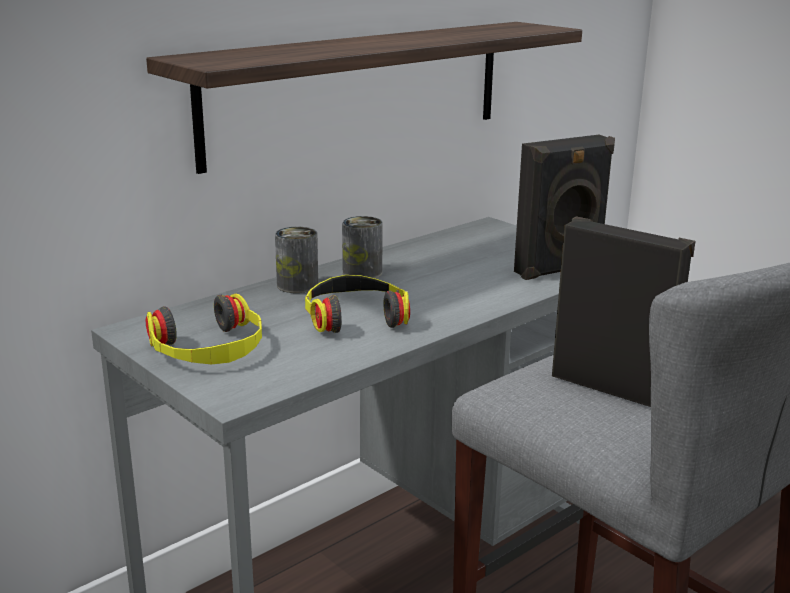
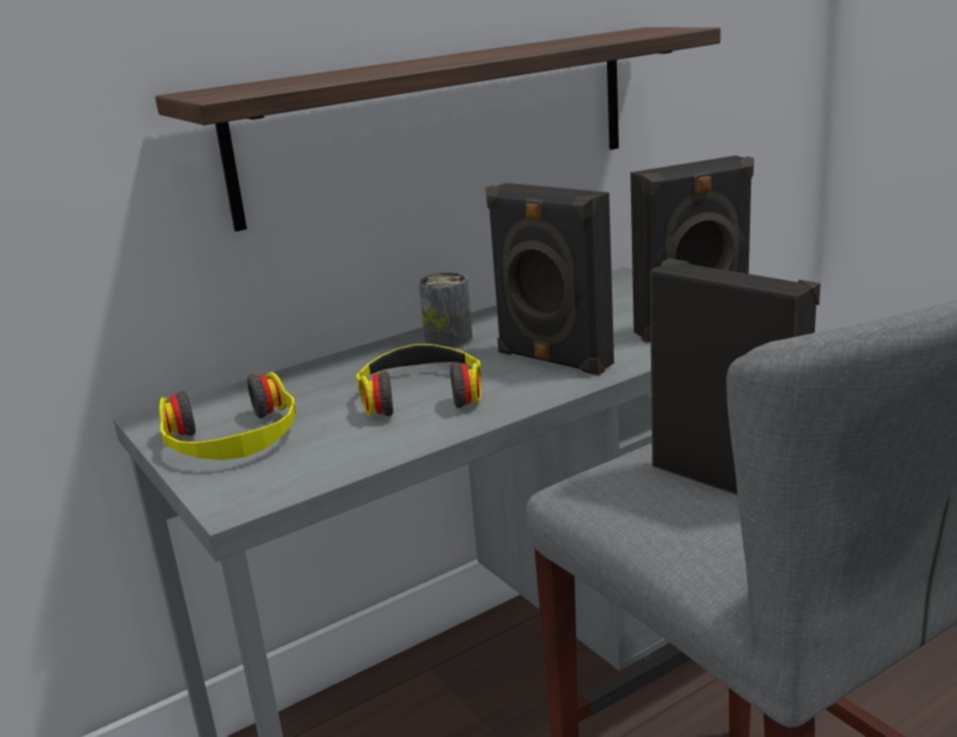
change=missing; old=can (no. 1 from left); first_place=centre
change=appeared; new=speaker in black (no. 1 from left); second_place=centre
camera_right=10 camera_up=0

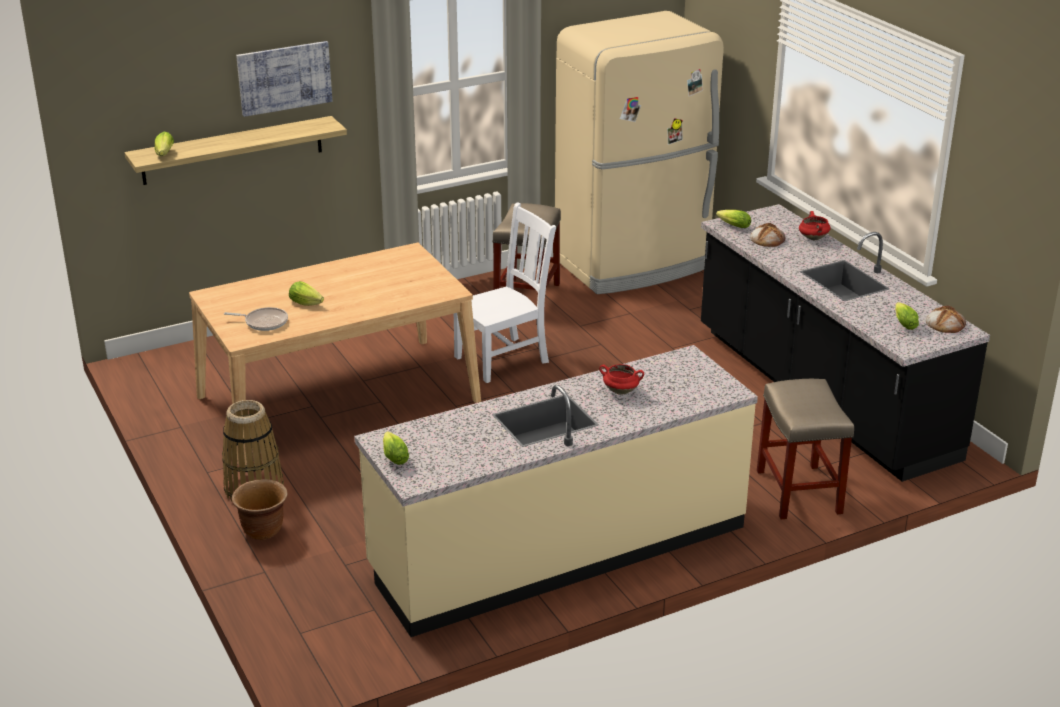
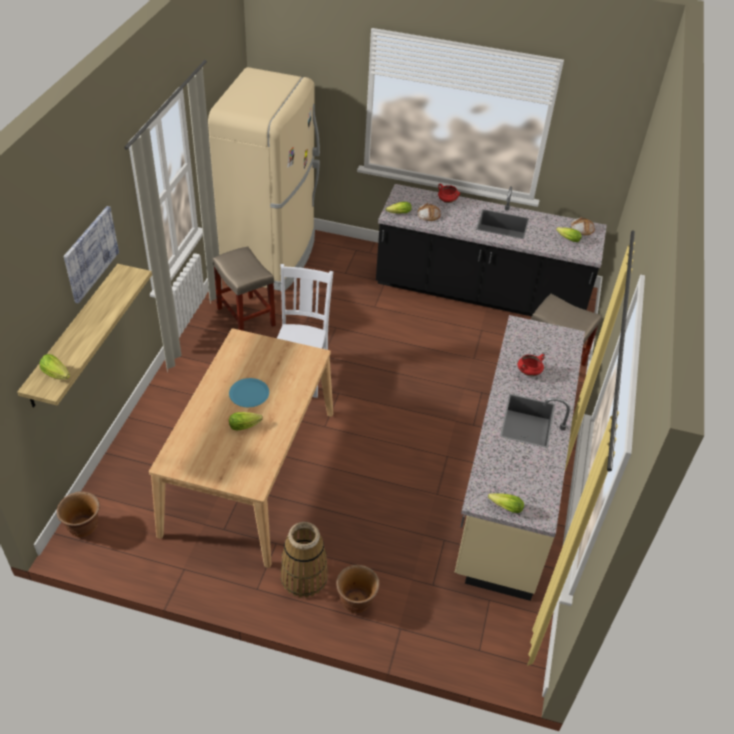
change=missing; old=frying pan; first_place=middle left
change=appeared; new=plate in blue; second_place=centre
change=appeared; new=planter in brown (no. 1 from left); second_place=bottom left
camera_right=-50 camera_up=15

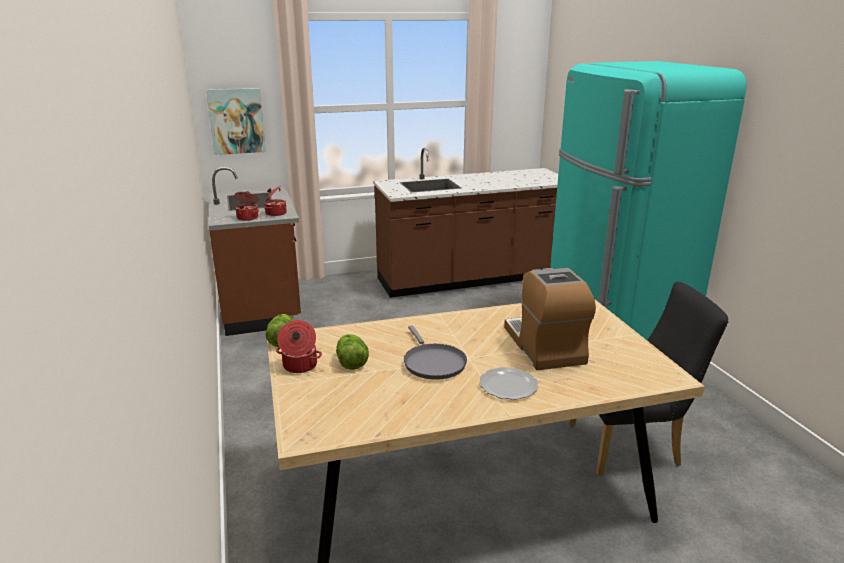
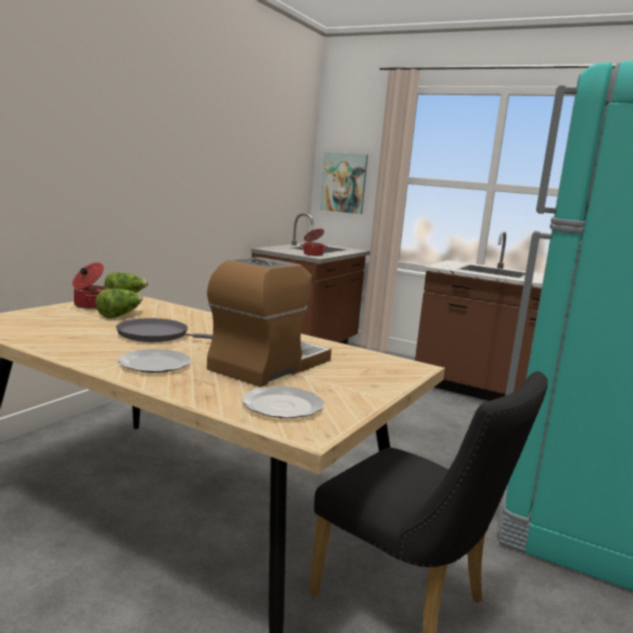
change=missing; old=cooking pot (no. 1 from left); first_place=middle left
change=spun; old=frying pan in grey; first_place=centre; second_place=middle left; degrees=75
change=appeared; new=plate (no. 2 from left); second_place=centre
camera_right=45 camera_up=-10

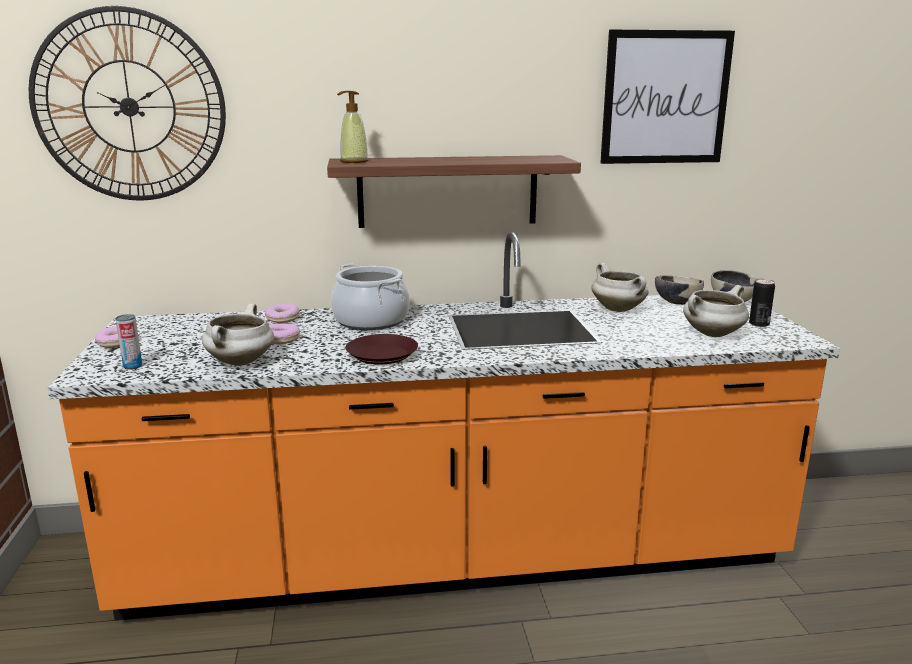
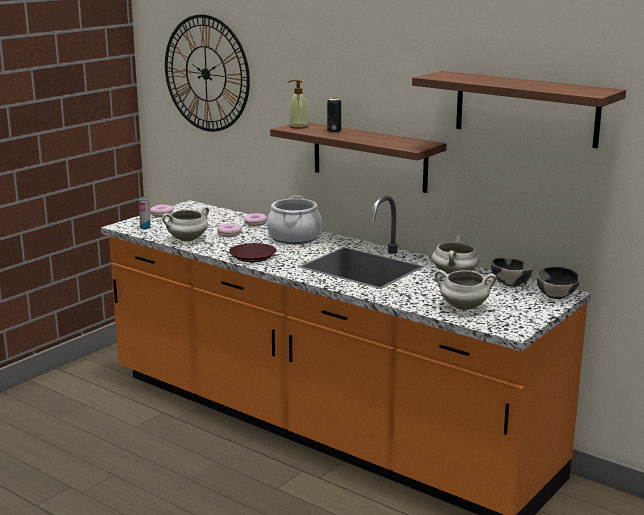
change=exchanged; old=picture; new=shelf (no. 2 from left); first_place=top right; second_place=top right
change=relocated; old=can (no. 2 from left); first_place=middle right; second_place=top centre
camera_right=45 camera_up=0

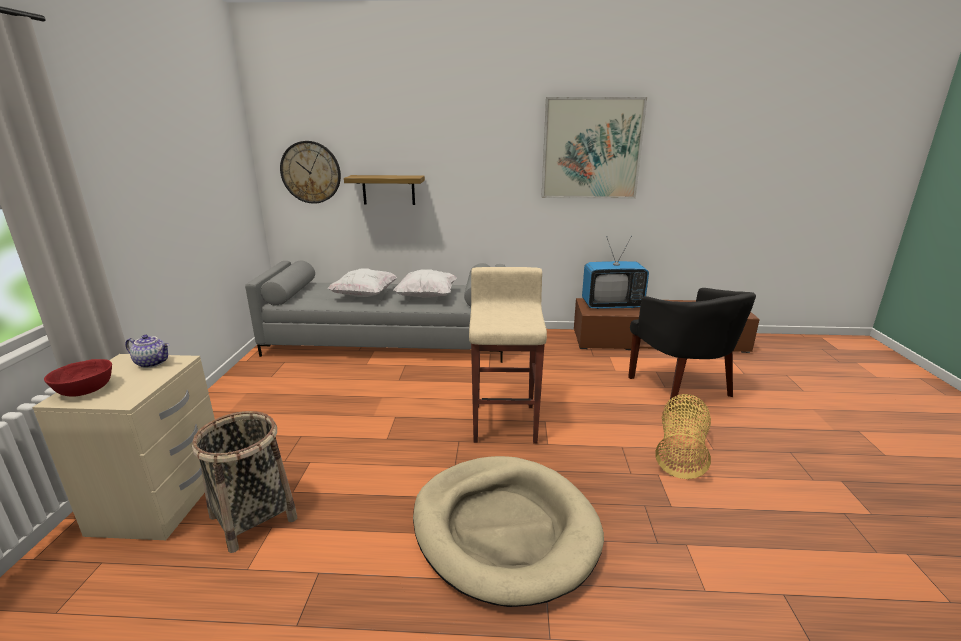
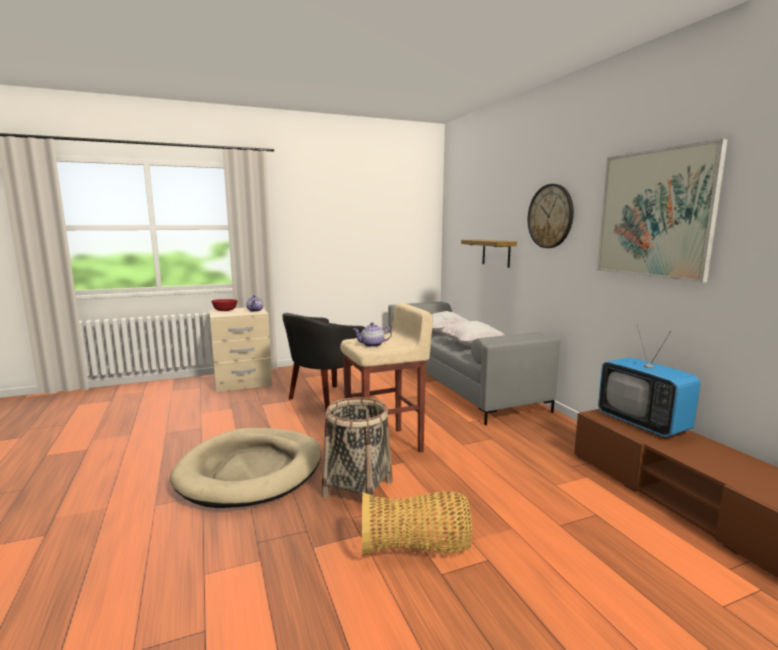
change=relocated; old=wall clock; first_place=top left; second_place=top right
change=relocated; old=armchair in black; first_place=middle right; second_place=centre
change=relocated; old=basket (no. 1 from left); first_place=bottom left; second_place=bottom centre
change=appeared; new=teapot (no. 2 from left); second_place=centre
camera_right=65 camera_up=-10

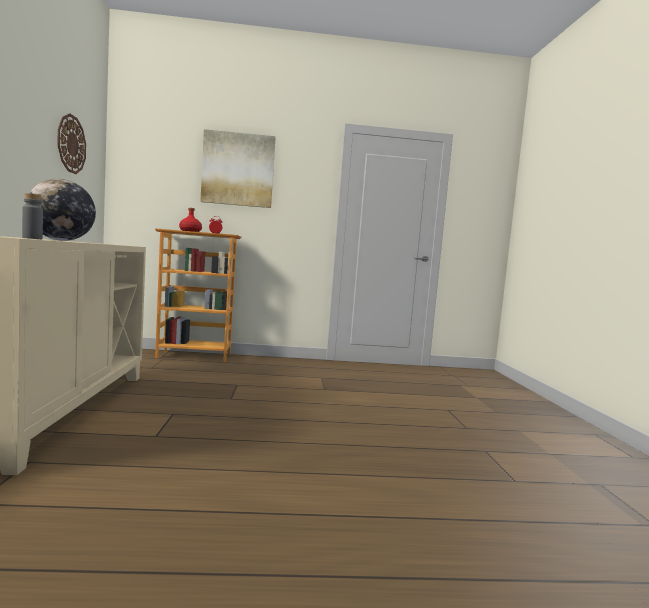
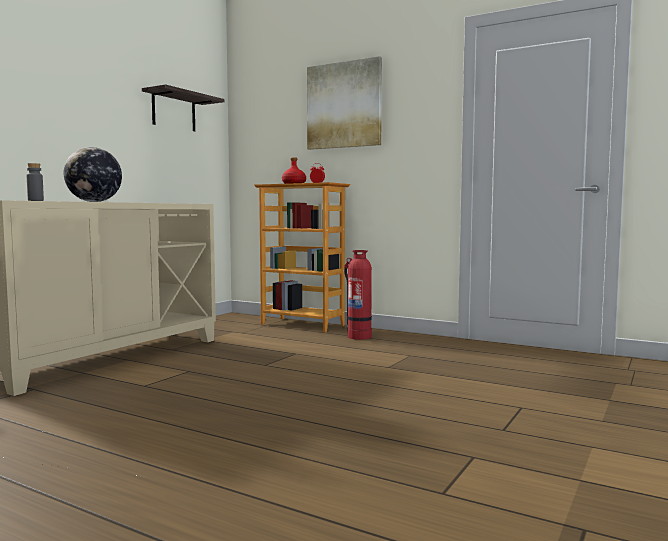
change=exchanged; old=wall clock; new=shelf; first_place=top left; second_place=top left
change=appeared; new=fire extinguisher; second_place=centre
camera_right=35 camera_up=0

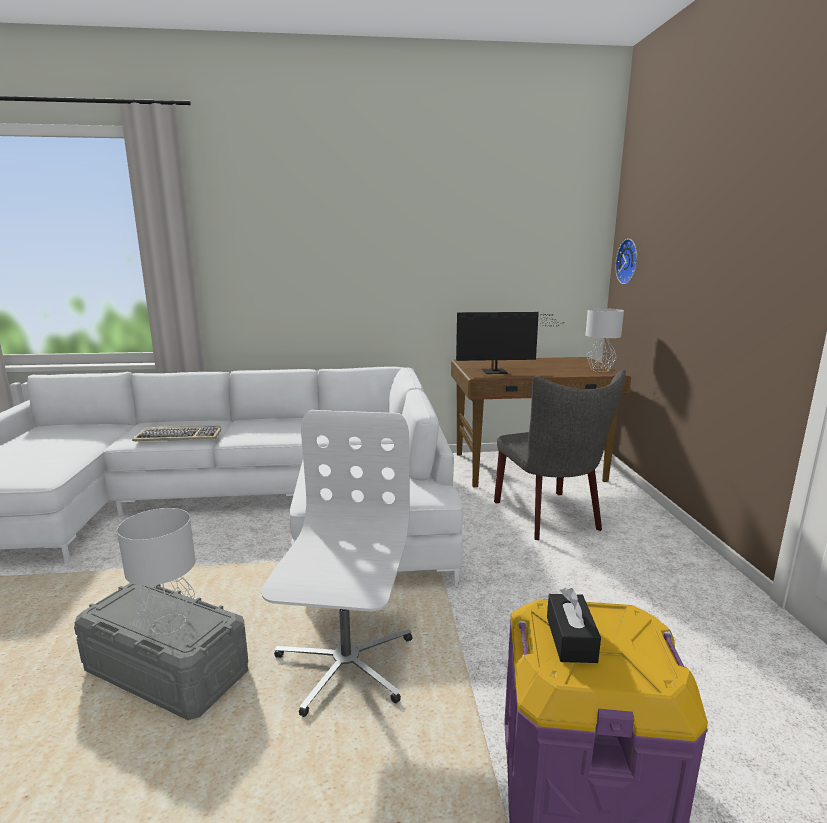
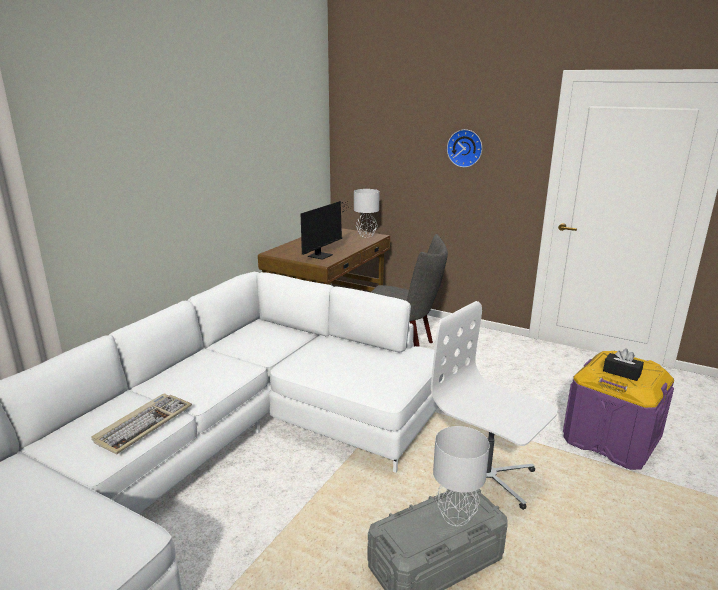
change=relocated; old=wall clock; first_place=top right; second_place=top centre
camera_right=-55 camera_up=5

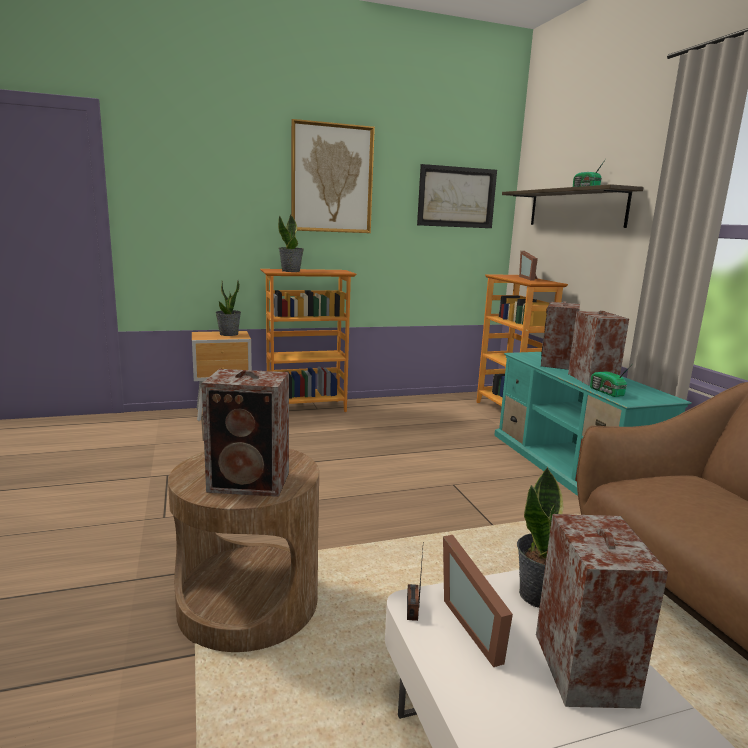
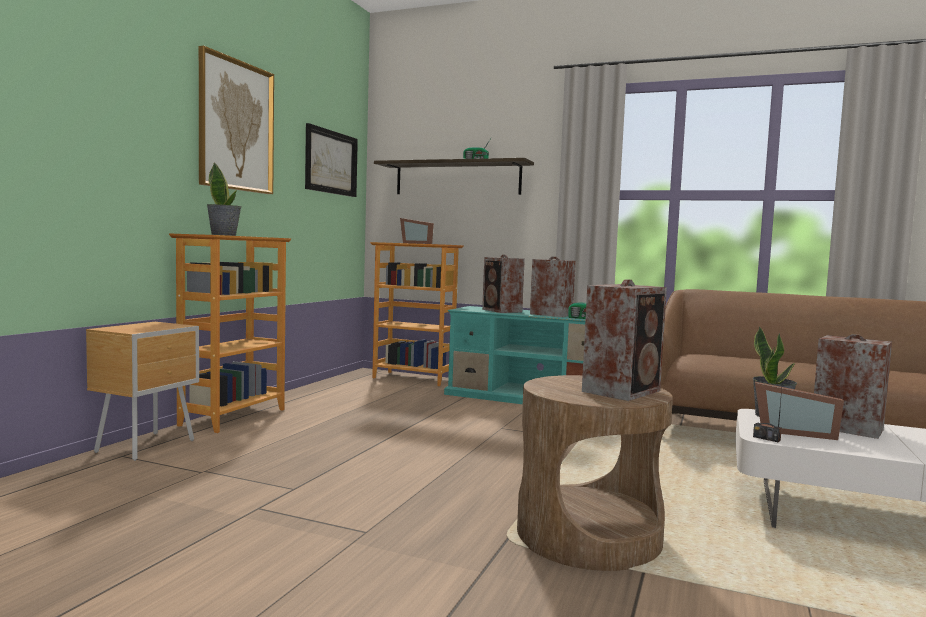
change=missing; old=potted plant (no. 1 from left); first_place=middle left
camera_right=-50 camera_up=-10

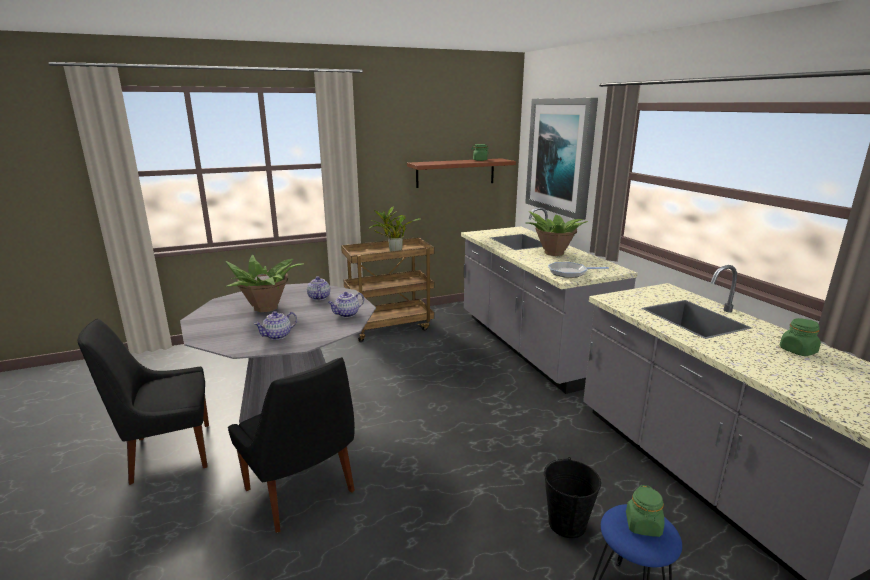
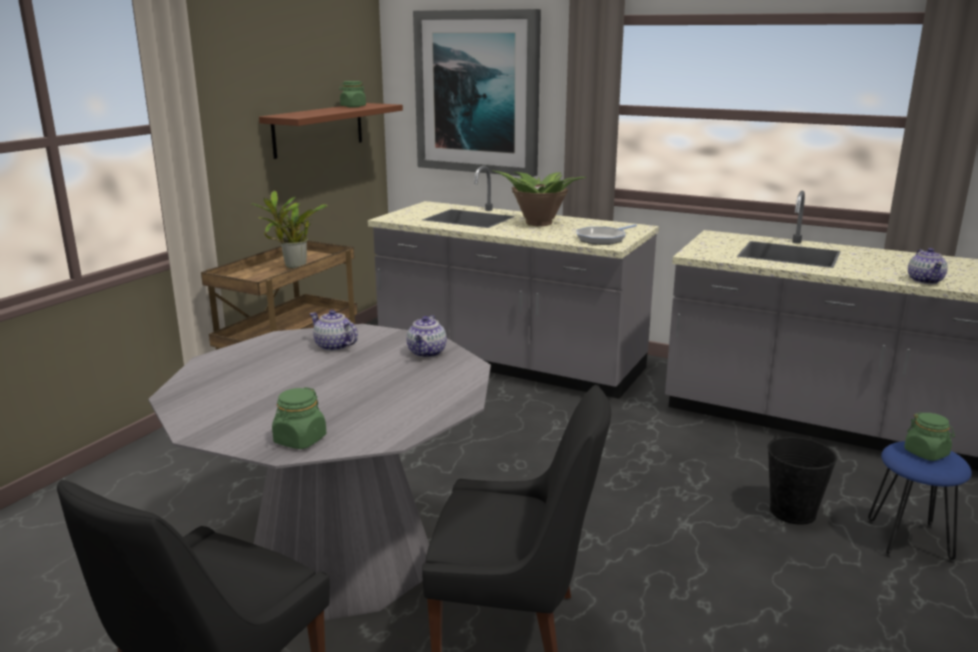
change=missing; old=potted plant (no. 1 from left); first_place=middle left
change=relocated; old=teapot (no. 1 from left in the first image); new=teapot (no. 3 from left); first_place=middle left; second_place=middle right
change=relocated; old=jar in green (no. 3 from left in the first image); new=jar in green (no. 1 from left); first_place=middle right; second_place=middle left
camera_right=-40 camera_up=0

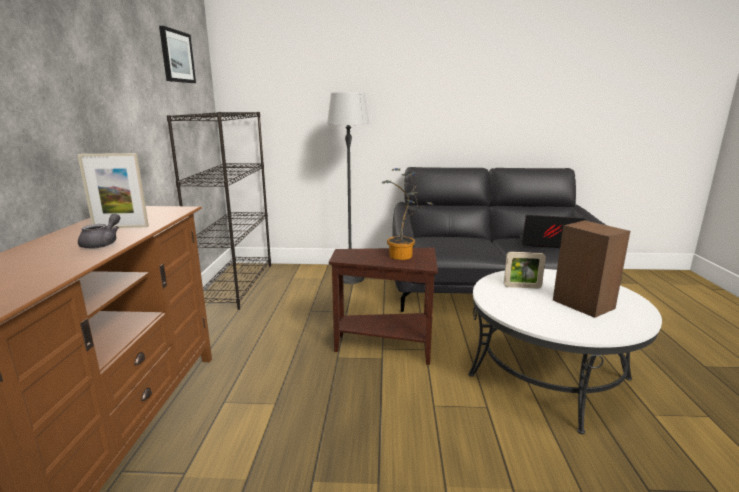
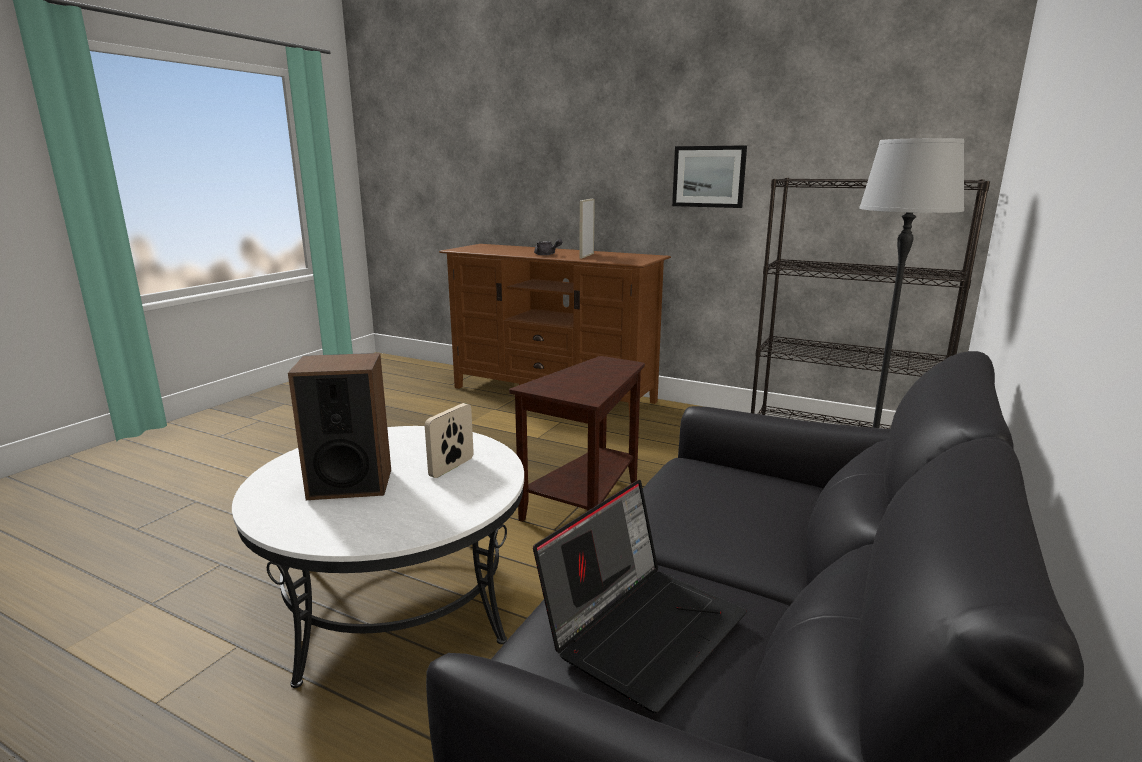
change=relocated; old=picture; first_place=top left; second_place=top centre
change=missing; old=potted plant; first_place=centre
camera_right=115 camera_up=0

